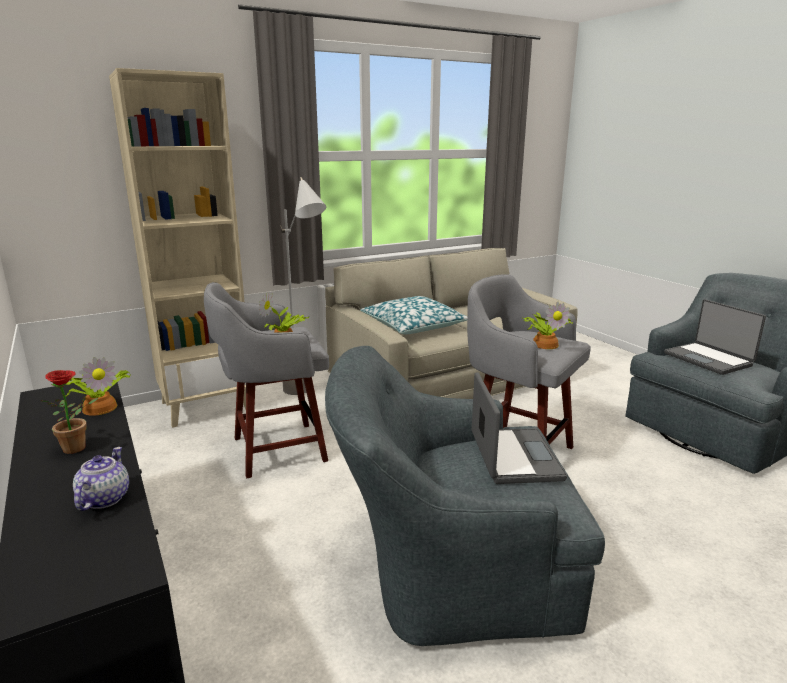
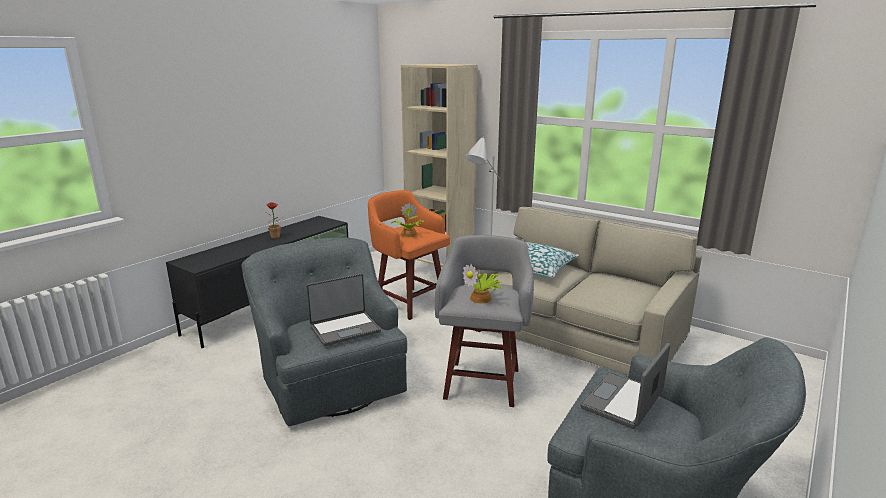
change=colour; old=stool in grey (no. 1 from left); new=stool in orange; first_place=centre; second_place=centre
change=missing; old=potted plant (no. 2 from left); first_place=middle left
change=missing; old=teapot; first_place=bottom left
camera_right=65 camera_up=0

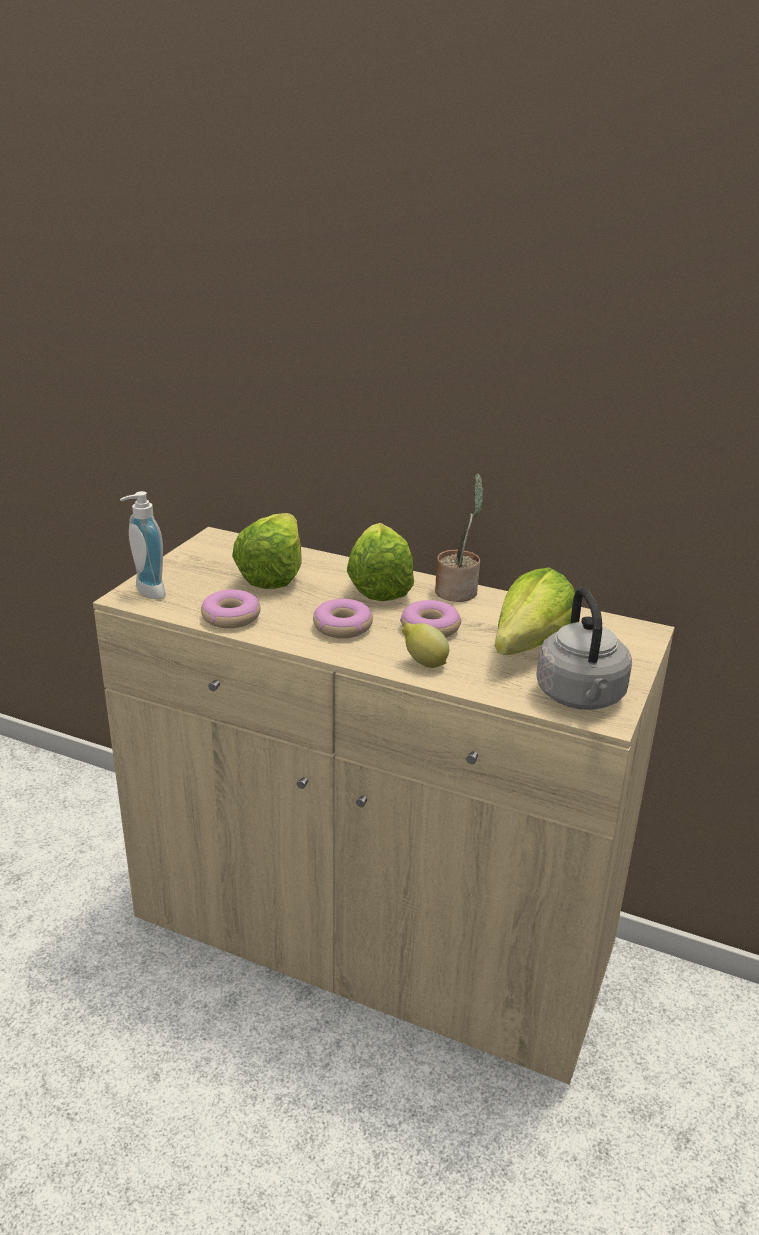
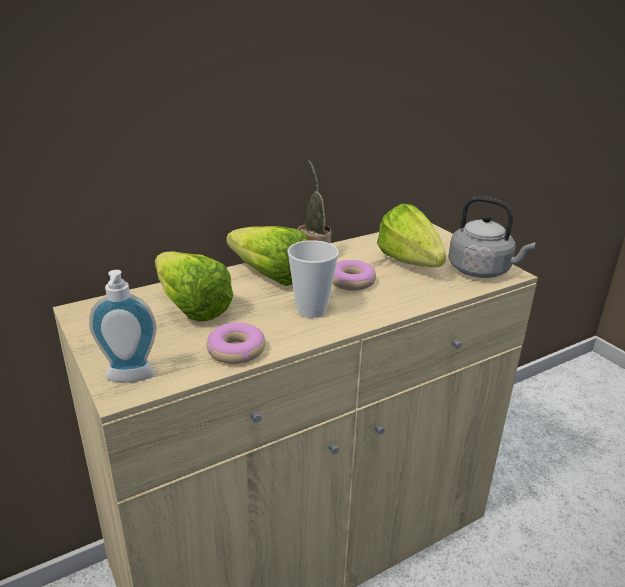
change=exchanged; old=donut (no. 2 from left); new=cup; first_place=centre; second_place=centre
change=missing; old=lemon; first_place=centre
camera_right=-55 camera_up=0

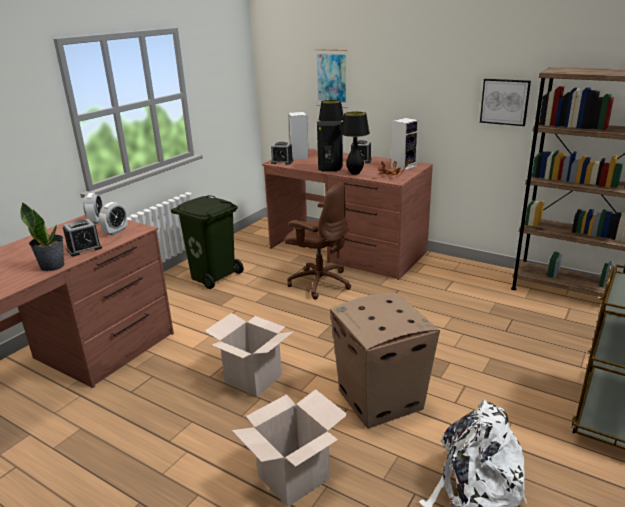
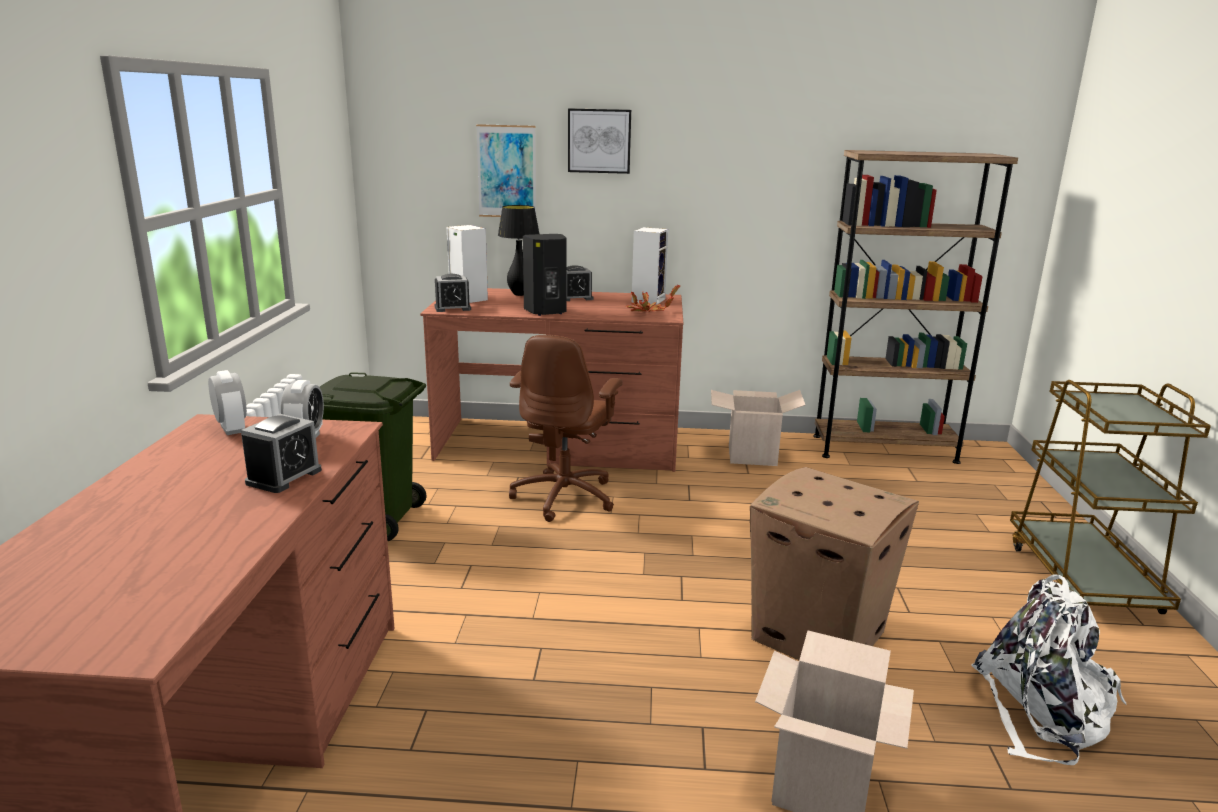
change=relocated; old=picture (no. 2 from left); first_place=top right; second_place=top centre
change=missing; old=table lamp in black (no. 2 from left); first_place=top centre
change=spun; old=office chair in brown; first_place=centre; second_place=centre; degrees=105
change=missing; old=potted plant (no. 1 from left); first_place=middle left
change=relocated; old=cardboard box (no. 1 from left); first_place=bottom centre; second_place=centre
camera_right=-30 camera_up=-5

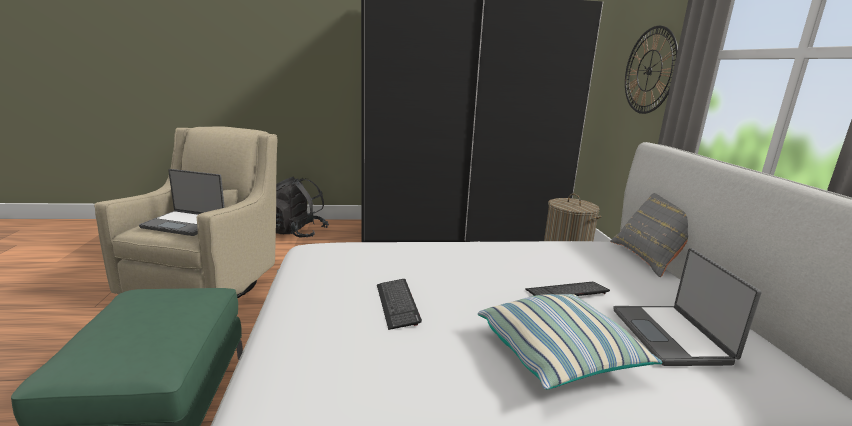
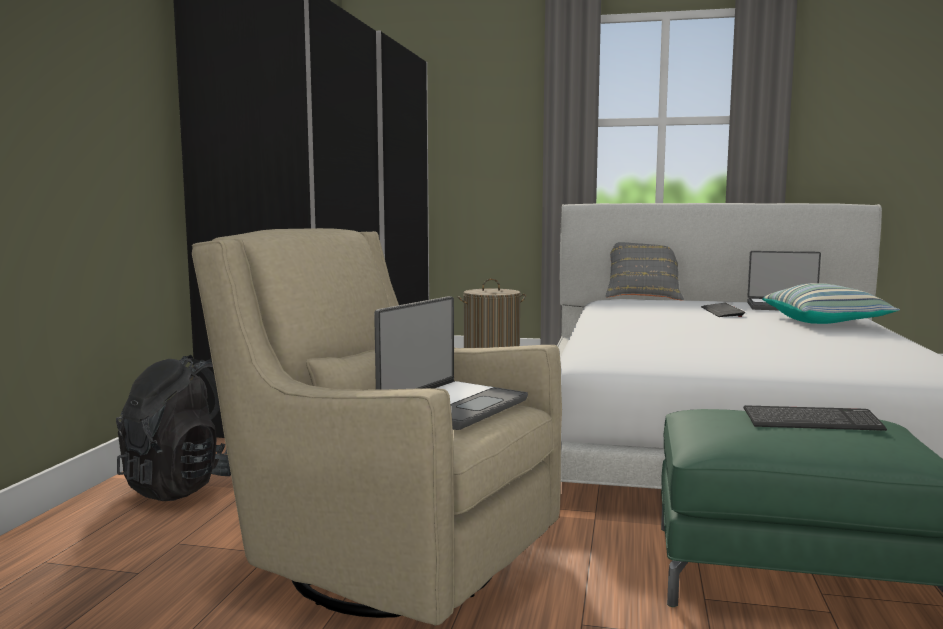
change=missing; old=wall clock; first_place=top right
change=relocated; old=keyboard (no. 1 from left in the first image); new=keyboard (no. 2 from left); first_place=bottom centre; second_place=middle right
camera_right=-70 camera_up=-10

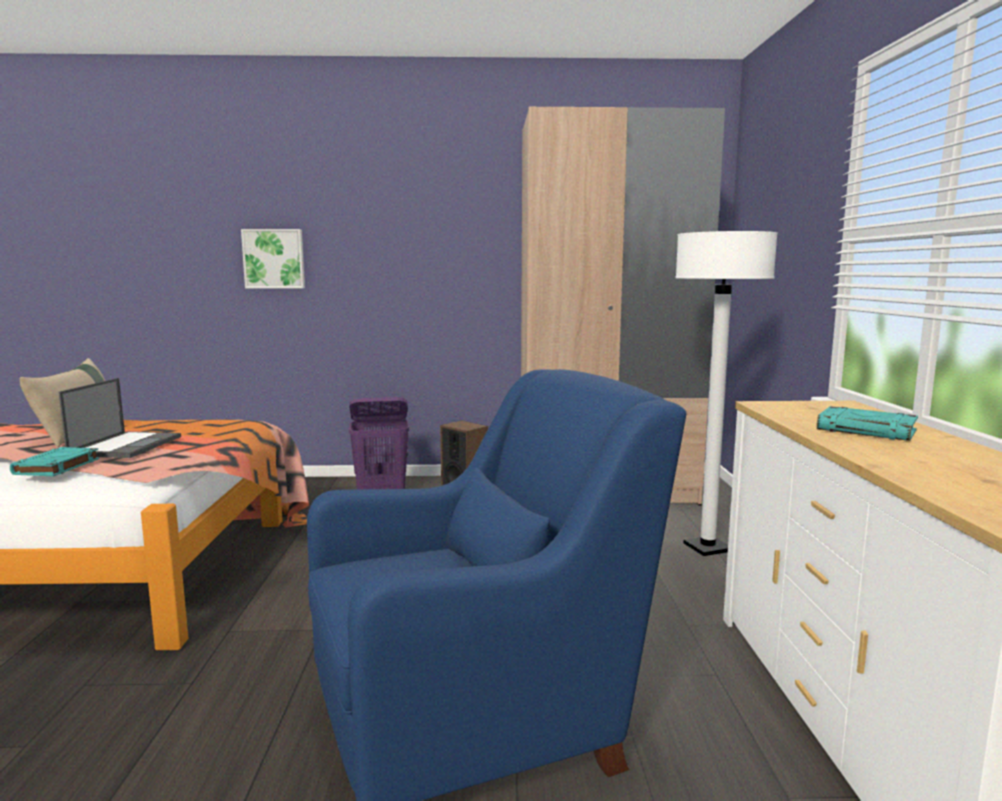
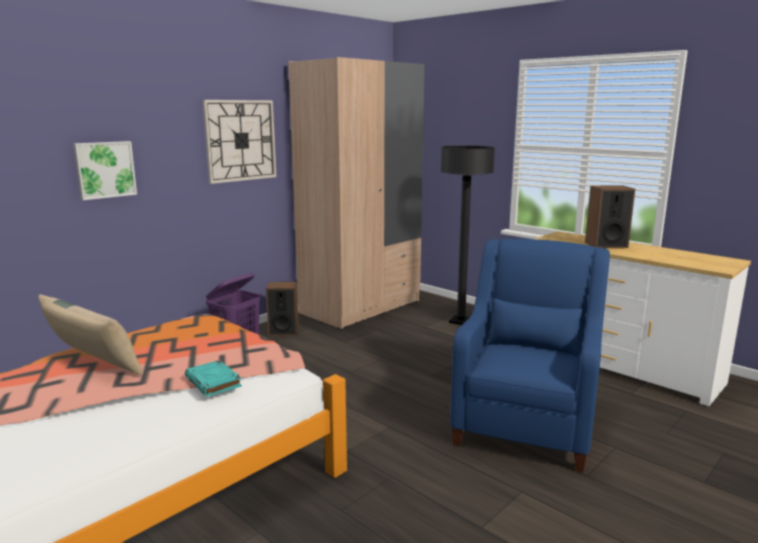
change=colour; old=floor lamp in white; new=floor lamp in black; first_place=middle right; second_place=centre
change=missing; old=laptop; first_place=middle left
change=exchanged; old=book in turquoise (no. 2 from left); new=speaker (no. 2 from left); first_place=middle right; second_place=middle right
change=appeared; new=wall clock; second_place=top left
camera_right=-45 camera_up=5

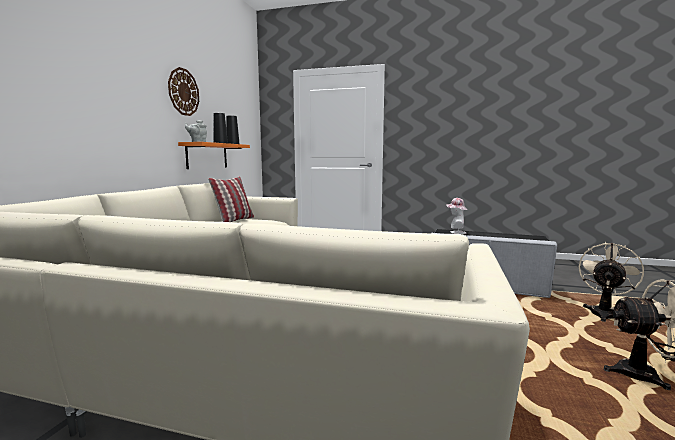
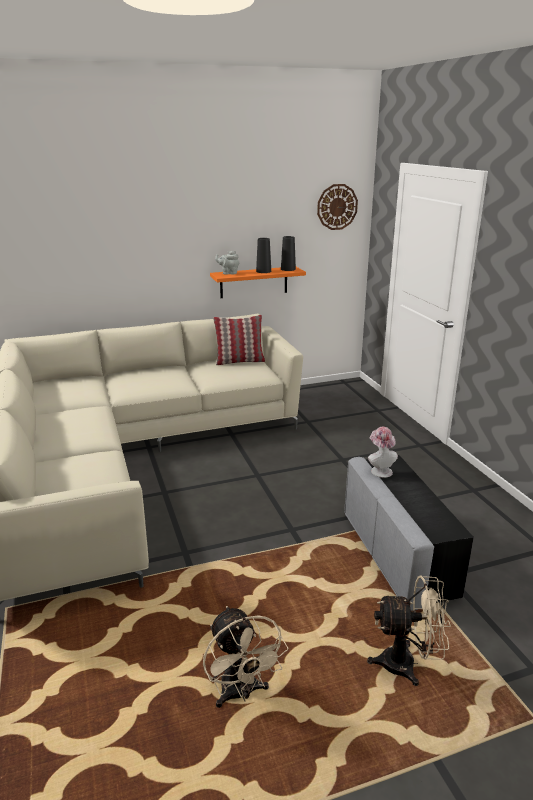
change=relocated; old=wall clock; first_place=top left; second_place=top centre
camera_right=55 camera_up=15

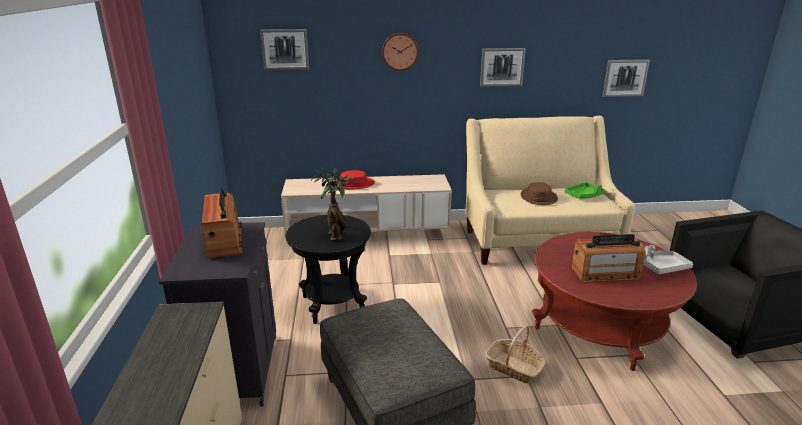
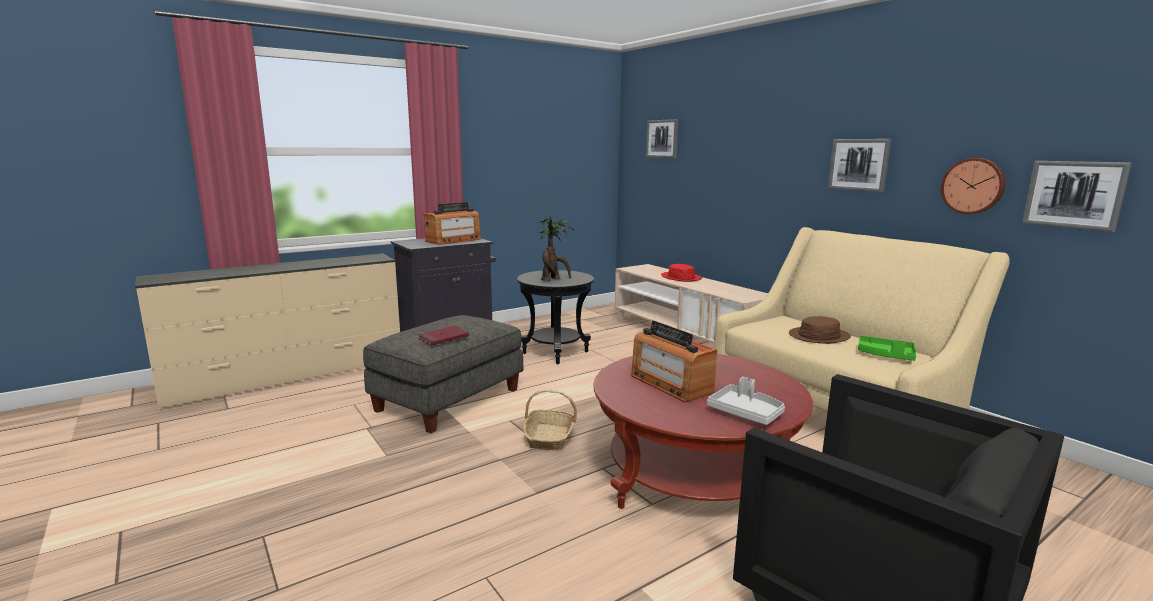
change=relocated; old=wall clock; first_place=top centre; second_place=top right
change=appeared; new=book in red; second_place=centre
camera_right=60 camera_up=-10

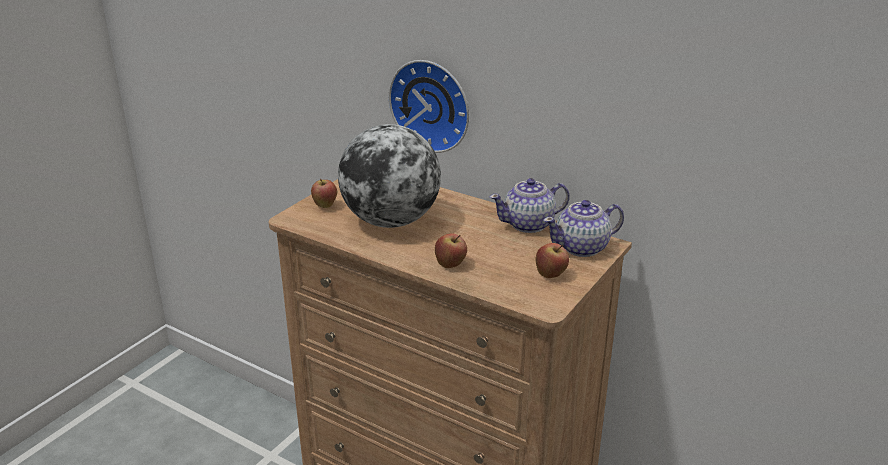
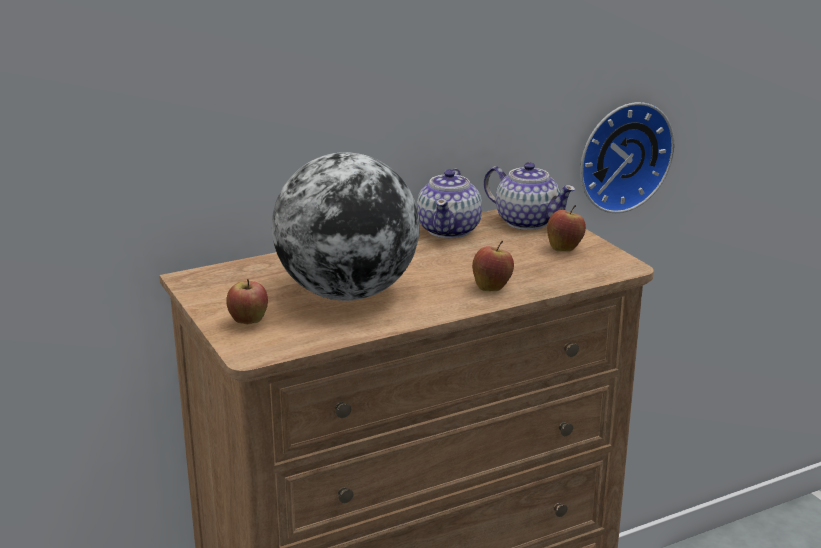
change=relocated; old=wall clock; first_place=top centre; second_place=top right
change=spun; old=teapot (no. 2 from left); first_place=centre; second_place=centre; degrees=-60
camera_right=-60 camera_up=-5

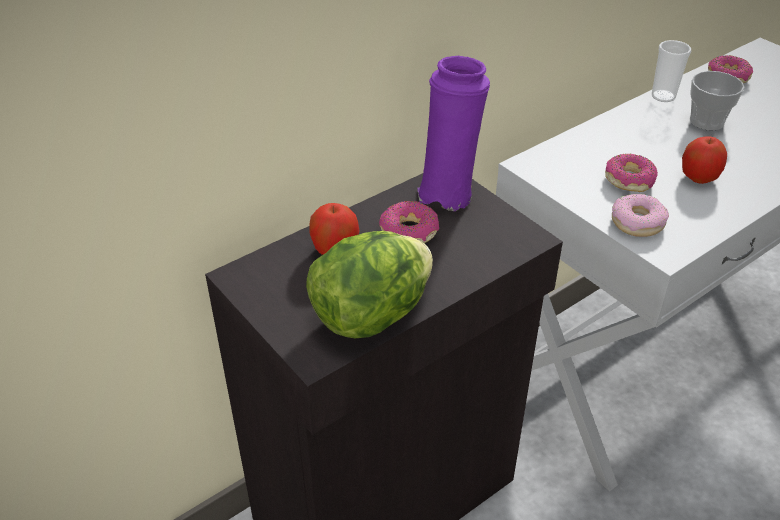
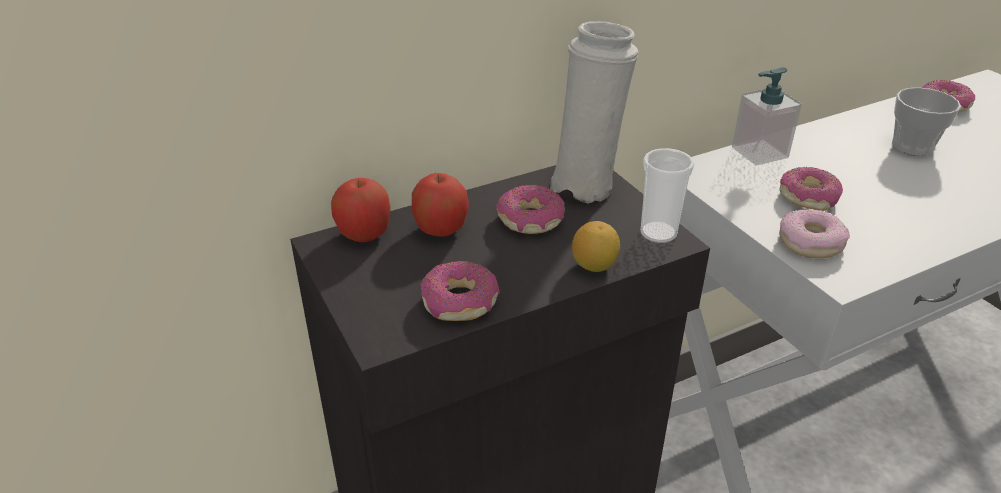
change=relocated; old=cup (no. 1 from left); first_place=top right; second_place=centre
change=colour; old=vase in purple; new=vase in white; first_place=top centre; second_place=top centre
change=relocated; old=apple (no. 2 from left in the first image); new=apple (no. 1 from left); first_place=top right; second_place=centre
change=exchanged; old=lettuce; new=donut (no. 1 from left); first_place=centre; second_place=centre
change=appeared; new=soap dispenser; second_place=top right
change=appeared; new=lemon; second_place=centre
camera_right=10 camera_up=-5

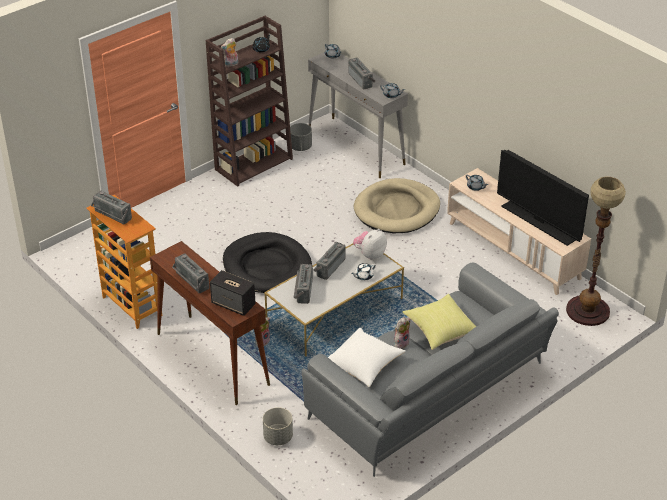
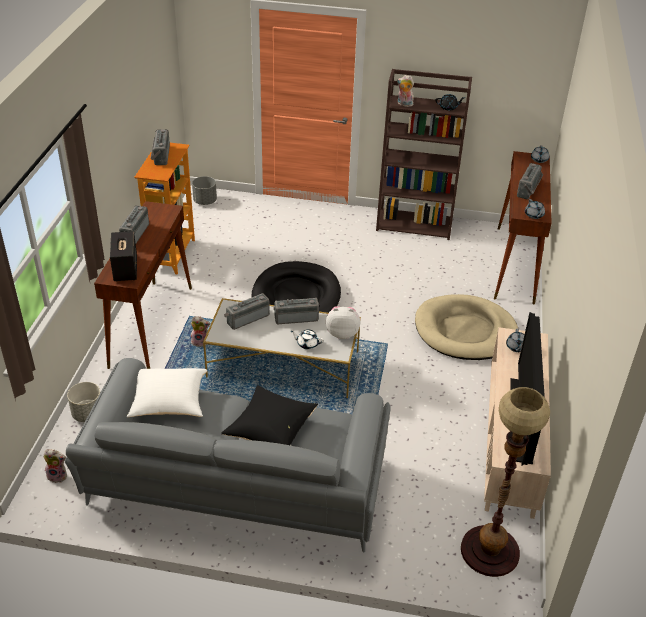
change=colour; old=console table in grey; new=console table in brown (no. 2 from left); first_place=top centre; second_place=middle right
change=relocated; old=planter in grey (no. 2 from left); first_place=top centre; second_place=top left
change=colour; old=pillow in yellow; new=pillow in black; first_place=centre; second_place=bottom centre
change=relocated; old=plush toy (no. 4 from left in the first image); new=plush toy (no. 1 from left); first_place=centre; second_place=bottom left
camera_right=50 camera_up=0

